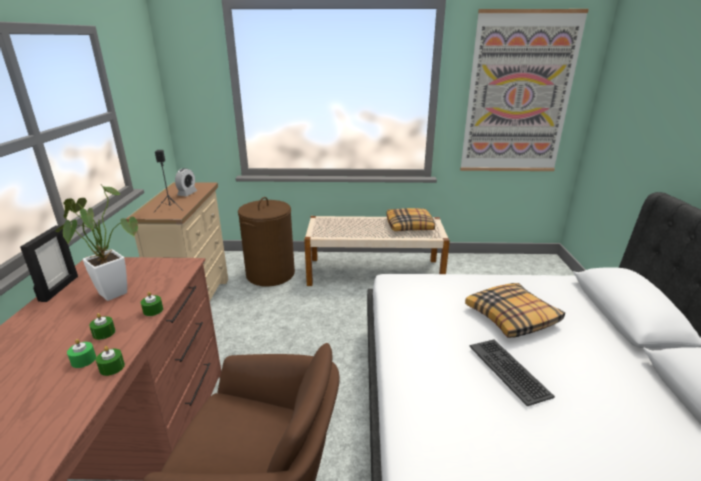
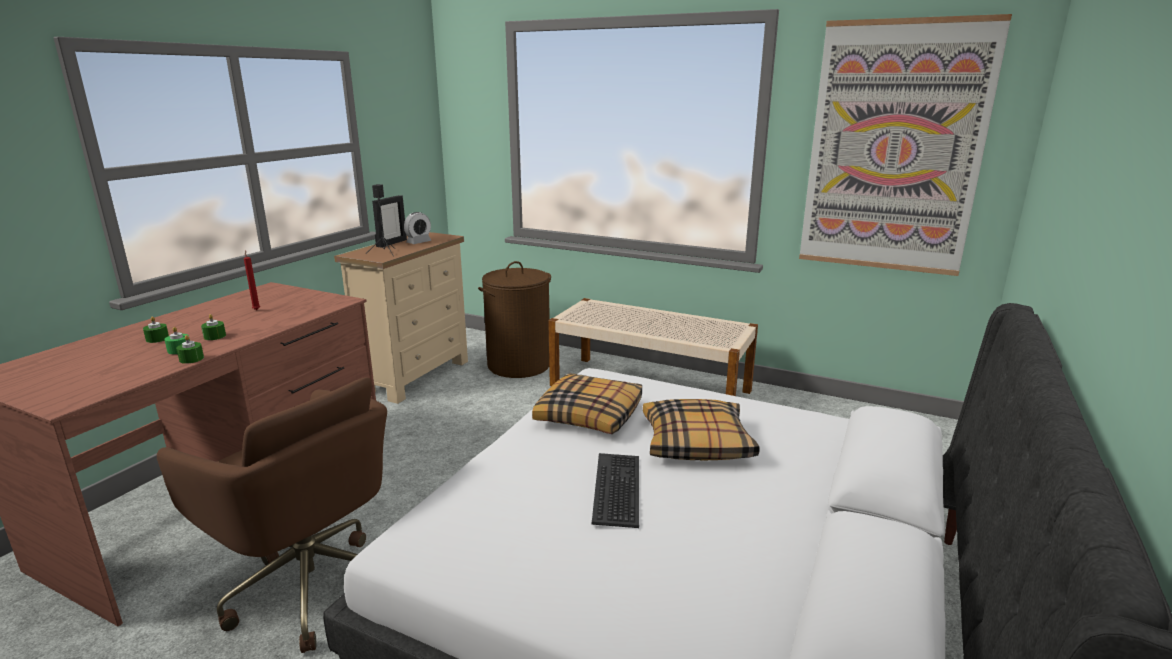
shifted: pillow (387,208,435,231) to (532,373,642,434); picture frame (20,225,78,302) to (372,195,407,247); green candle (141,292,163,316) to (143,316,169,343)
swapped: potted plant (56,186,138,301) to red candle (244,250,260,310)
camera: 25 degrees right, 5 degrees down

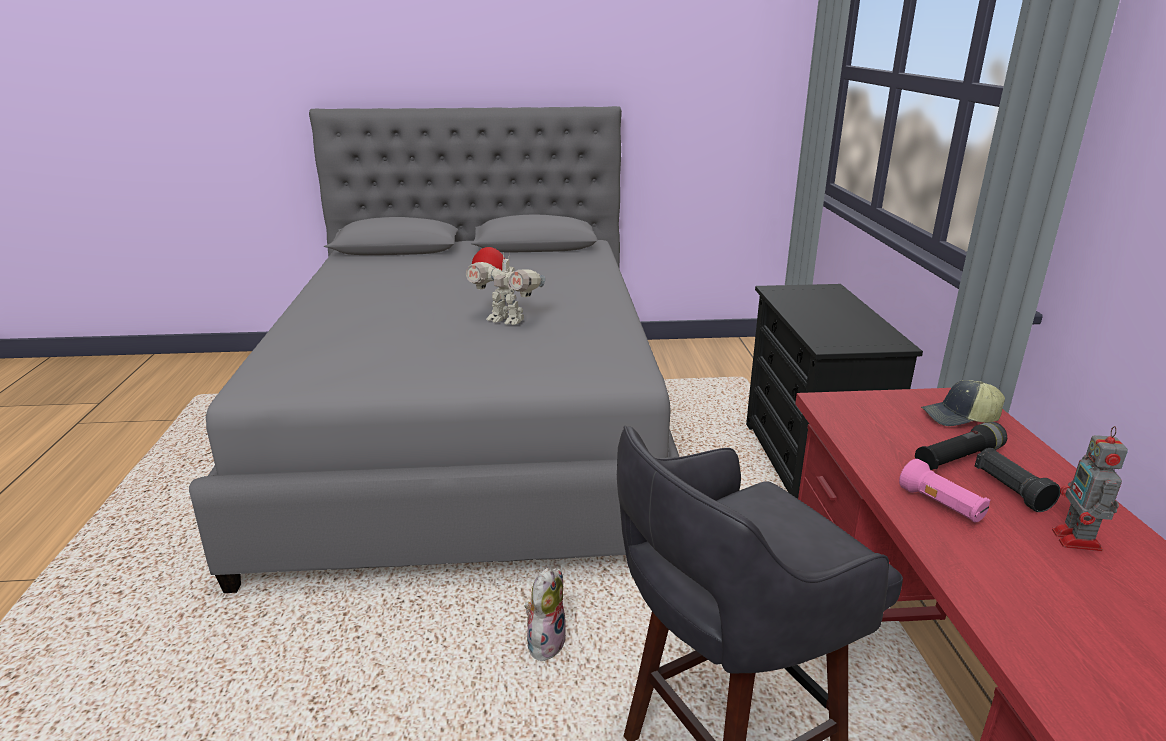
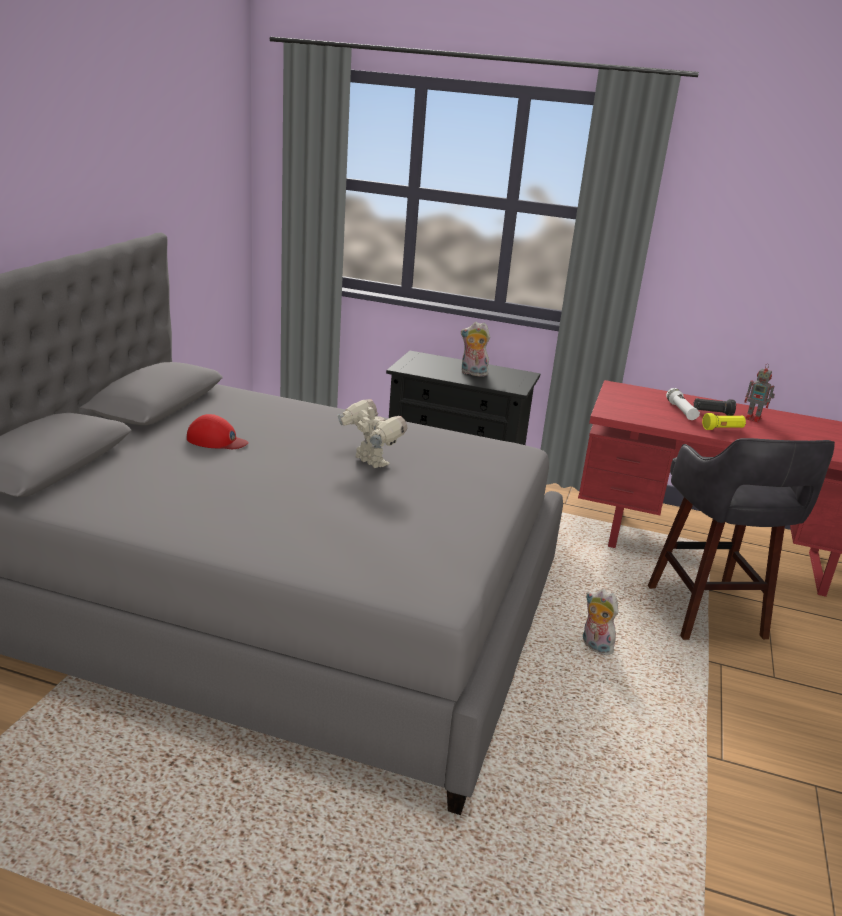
gone: cap (921,380,1005,426)
new: plush toy (461,322,490,377)
repainted: black flashlight (915,422,1007,470) to white flashlight (666,388,700,420); pink flashlight (899,459,990,523) to yellow flashlight (702,413,746,430)
rotated: toy robot (466,252,545,325) = (338,399,407,468) 90 degrees counterclockwise
camera: 70 degrees left, 0 degrees up

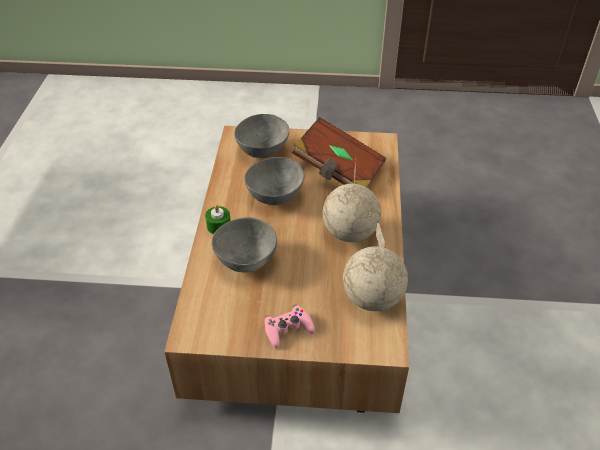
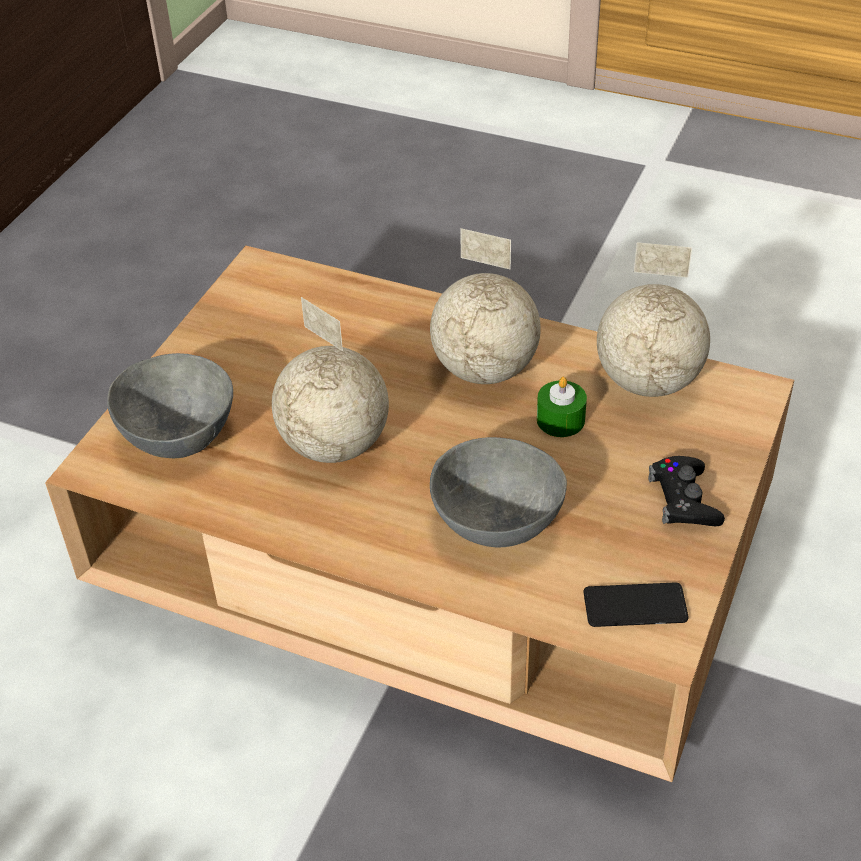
gone: brown book (292,117,387,187)
new: phone (584,582,689,627)
shifted: green candle (205,205,231,234) to (537,377,587,437)
swapped: grey bowl (244,157,304,205) to globe (272,297,389,463)
repainted: pink game controller (265,305,315,348) to black game controller (648,456,725,526)
camera: 70 degrees left, 0 degrees up

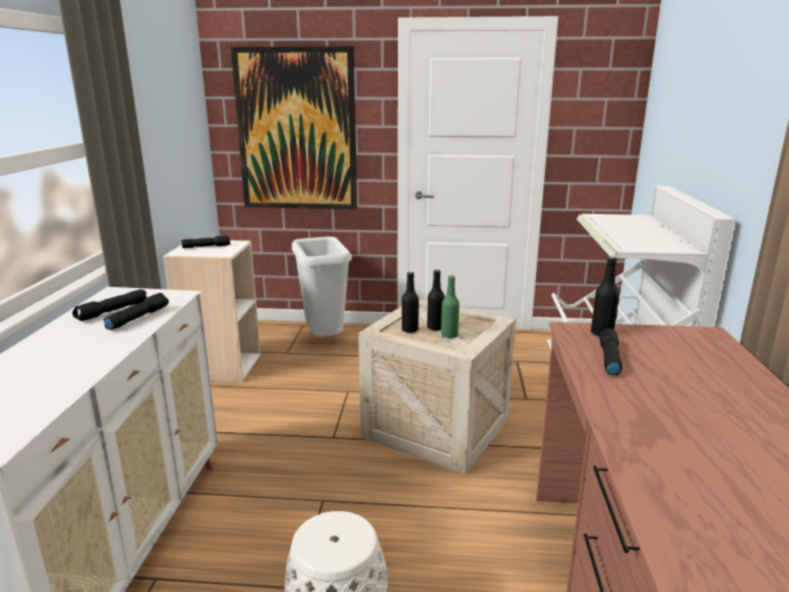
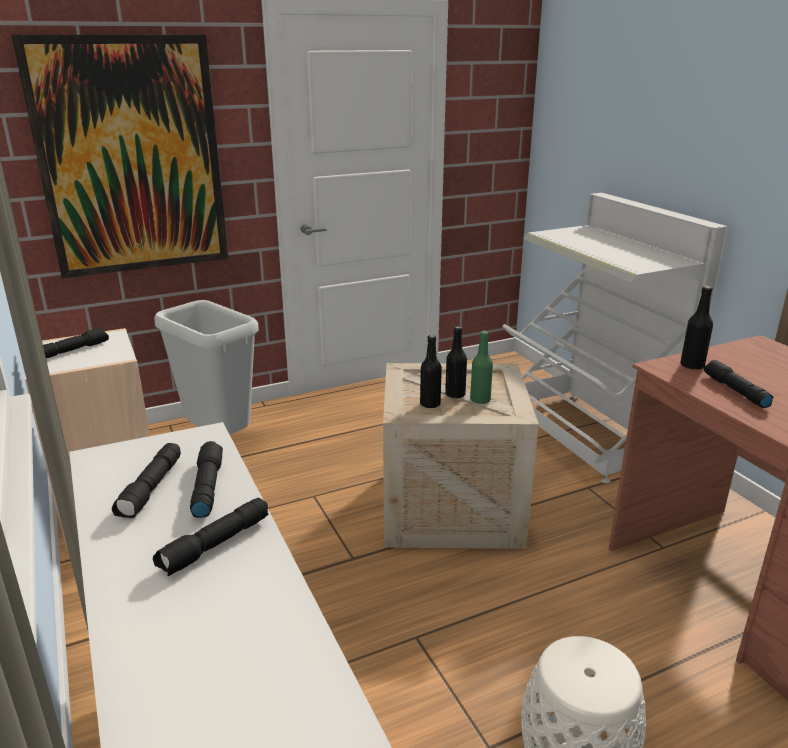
new: black flashlight (153,497,269,576)
camera: 30 degrees left, 5 degrees up

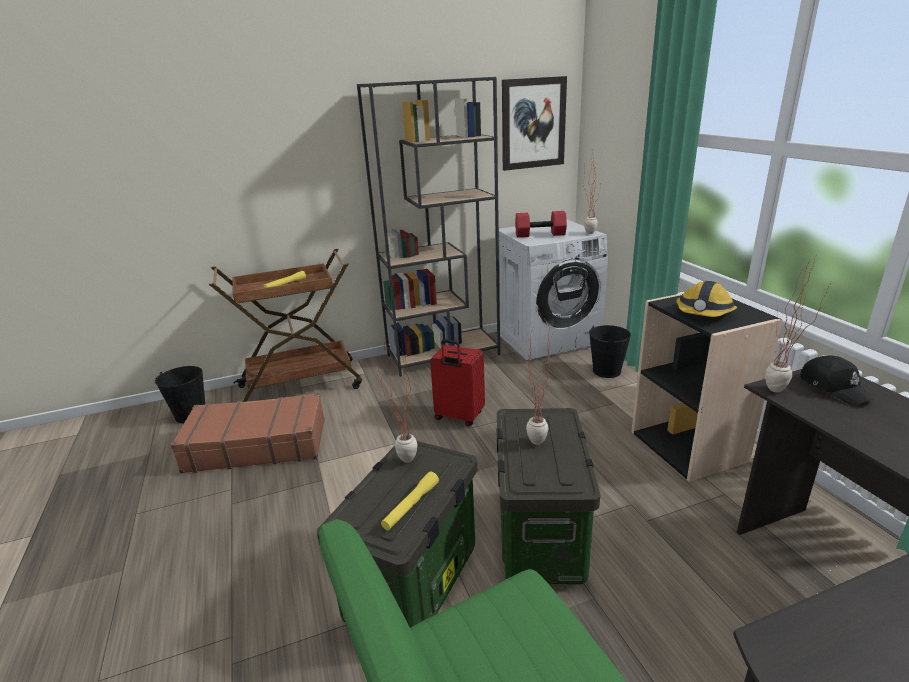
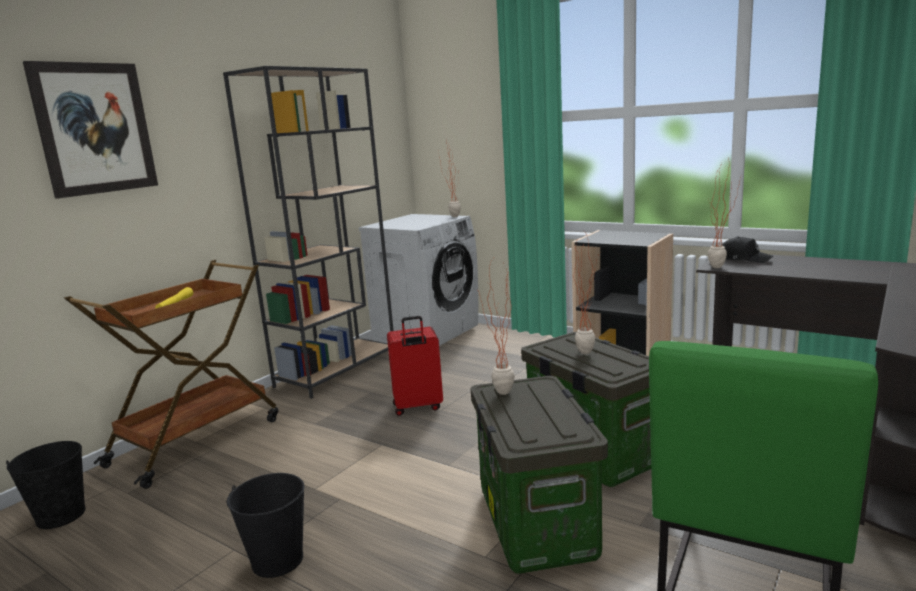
gone: red dumbbell (515,211,567,237); hard hat (676,281,737,317); brown suitcase (171,393,325,474); yellow flashlight (381,472,439,530)
shifted: picture (502,76,567,171) to (23,61,158,199); black bucket (589,325,631,378) to (227,473,305,578)
camera: 35 degrees left, 10 degrees down

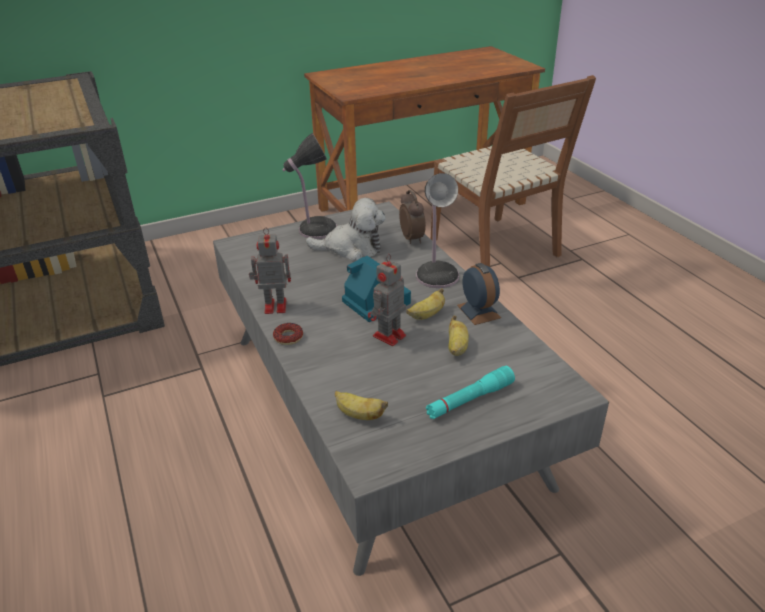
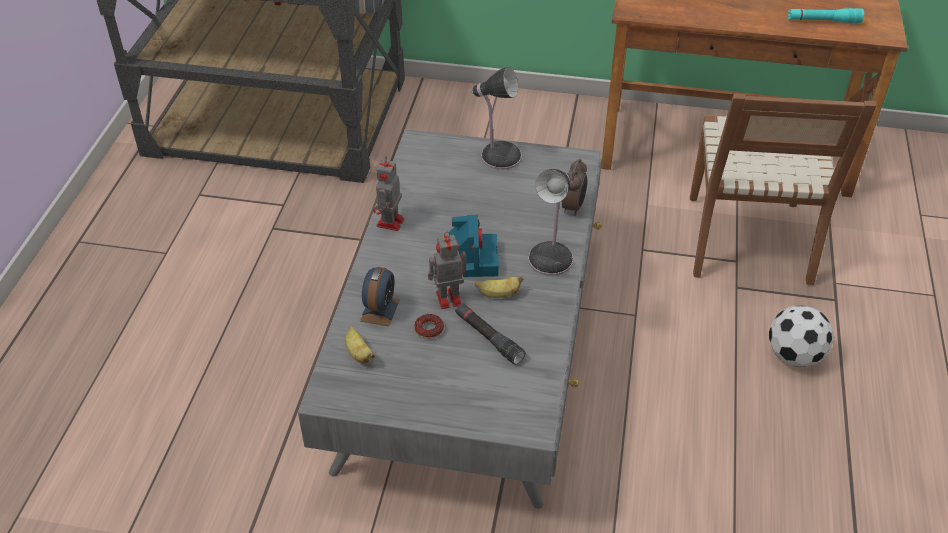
gone: plush toy (306,198,386,261)
new: football (769,305,833,367)
shifted: alarm clock (457,263,501,325) to (360,267,400,326); donut (273,323,303,345) to (414,314,444,339); turquoise flashlight (426,366,515,419) to (788,8,864,23)
swapped: banana (448,315,469,356) to black flashlight (455,303,525,365)
rotated: toy robot (249,227,291,314) = (373,156,404,231) 105 degrees counterclockwise
camera: 35 degrees right, 10 degrees up

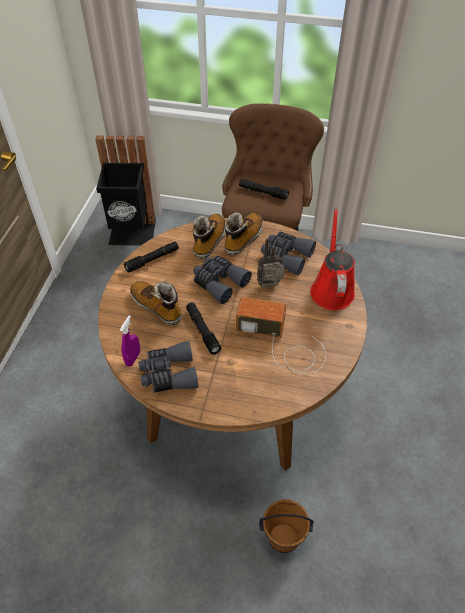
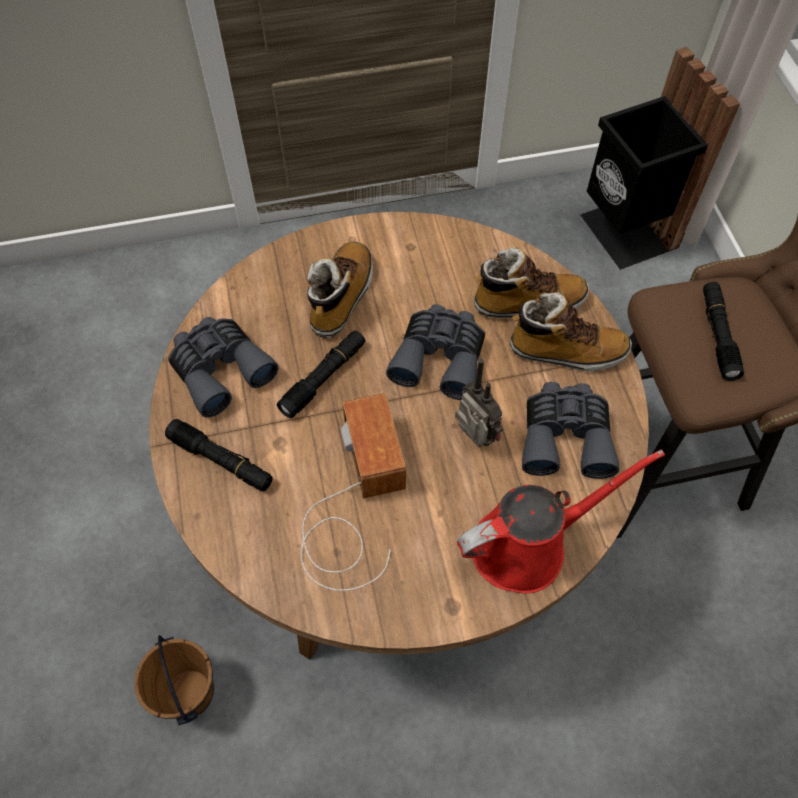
gone: purple spray bottle (120,315,140,367)
shifted: black flashlight (124,242,179,272) to (165,419,273,491)
camera: 65 degrees right, 10 degrees up

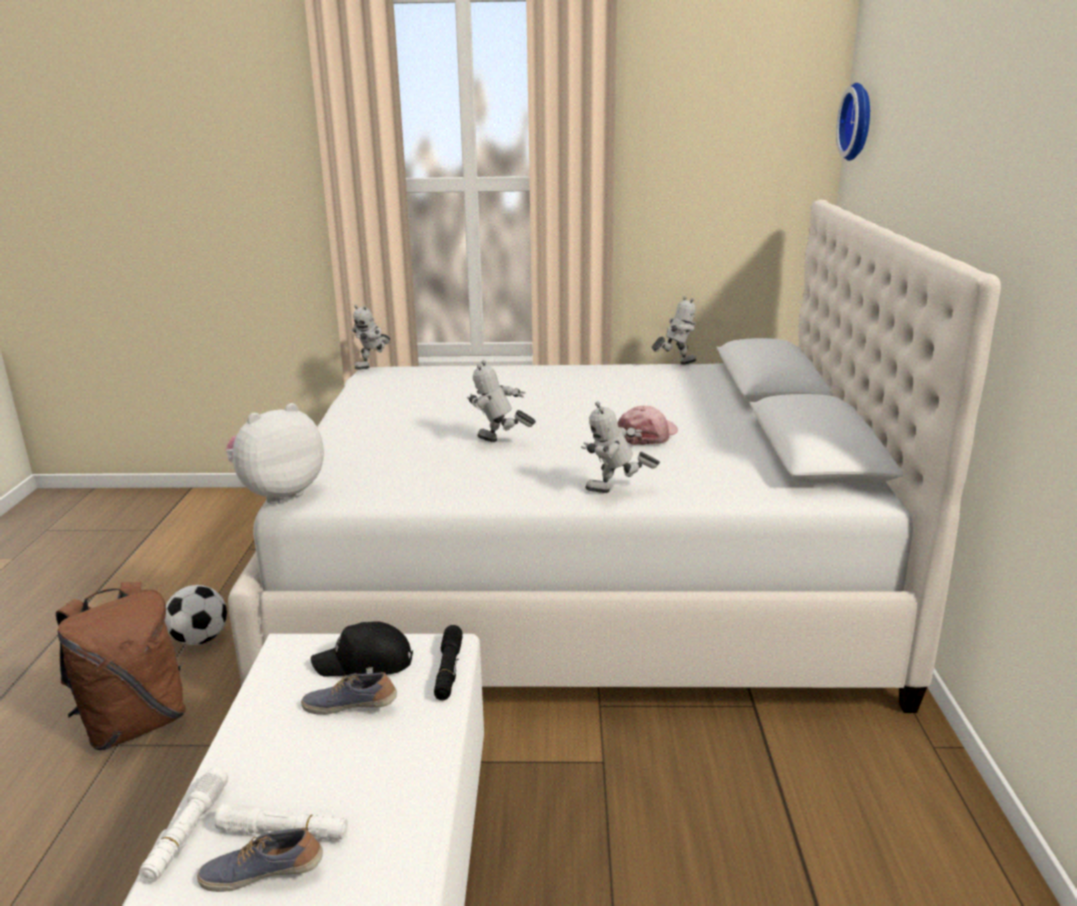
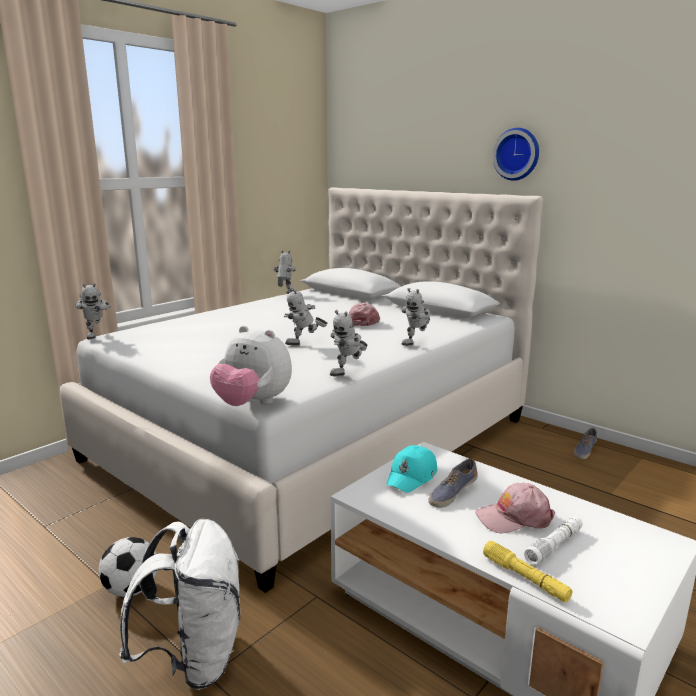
gone: black flashlight (434,625,463,700)
new: toy robot (330,310,367,376); pink cap (475,483,555,534)
shifted: wall clock (836,83,870,161) to (492,128,539,181); shoe (197,828,323,892) to (574,428,597,459)
repainted: brown backpack (56,581,186,750) to white backpack (119,519,241,690); black cap (311,621,413,676) to turquoise cap (386,445,437,493); white flashlight (139,767,228,882) to yellow flashlight (483,541,572,602)
rotated: plush toy (226,403,324,504) = (210,326,292,406) 60 degrees counterclockwise
camera: 50 degrees left, 5 degrees down

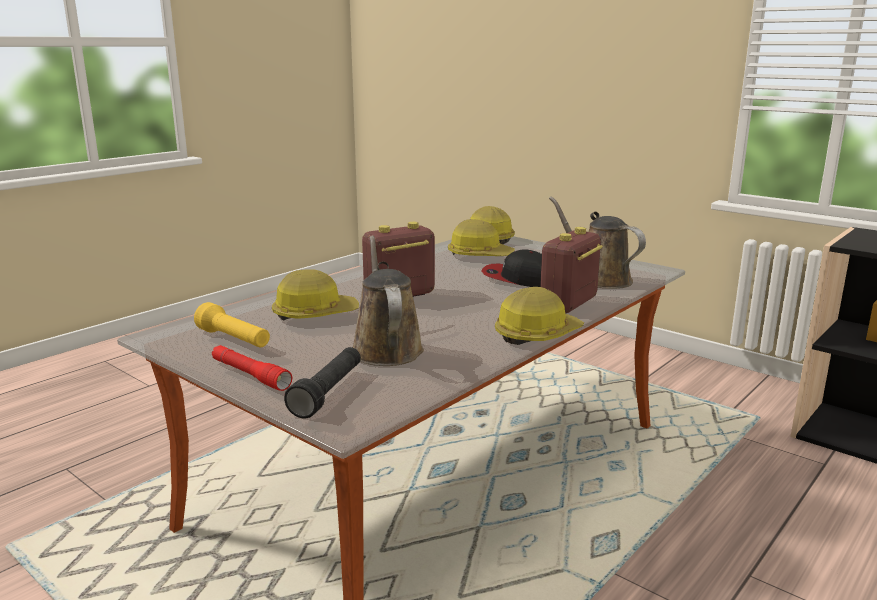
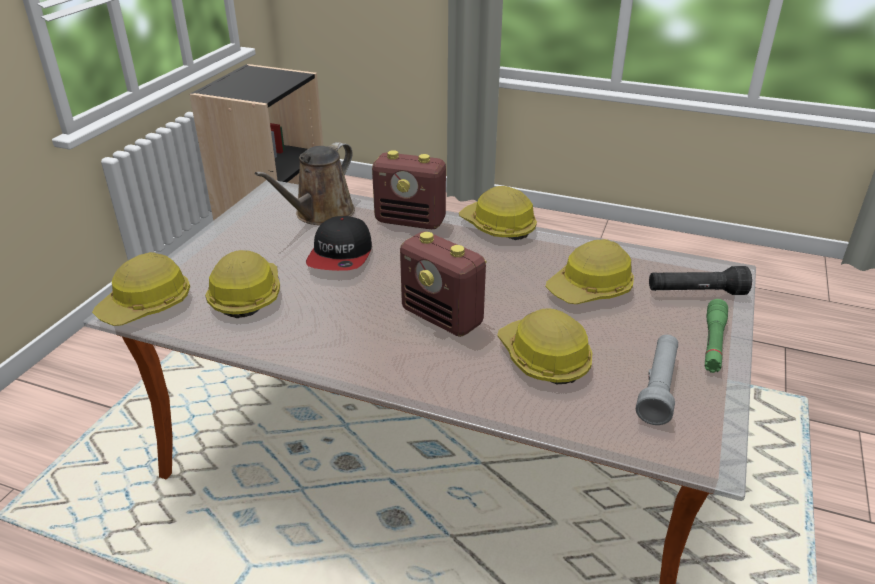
swapped: brown watering can (352,235,424,366) to hard hat (545,239,634,304)
repainted: yellow flashlight (194,302,270,347) to grey flashlight (636,335,678,425); red flashlight (212,346,292,391) to green flashlight (705,299,728,373)
camera: 110 degrees left, 15 degrees up

